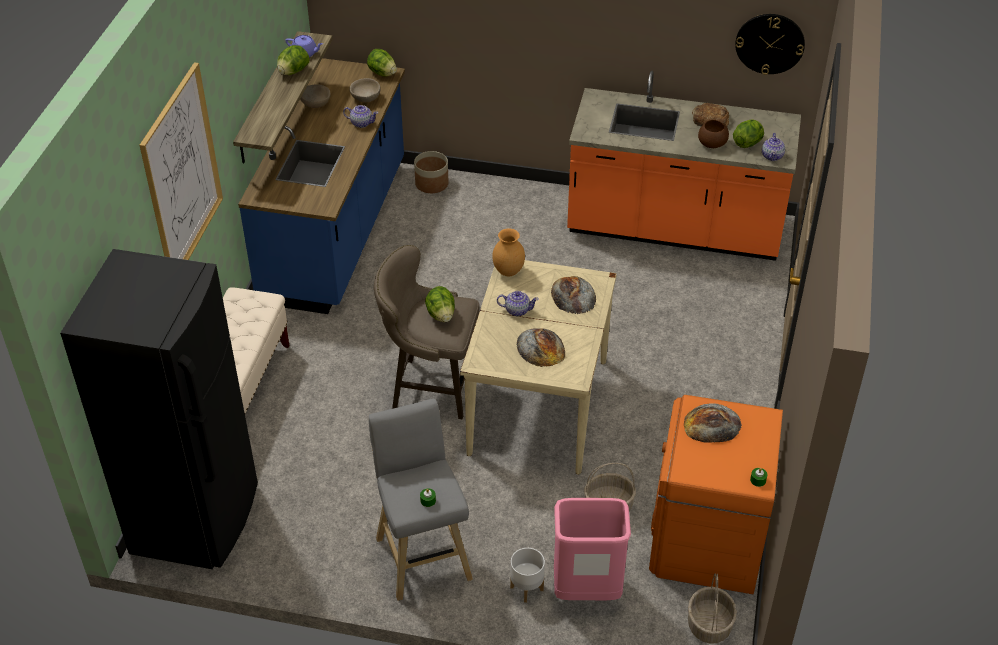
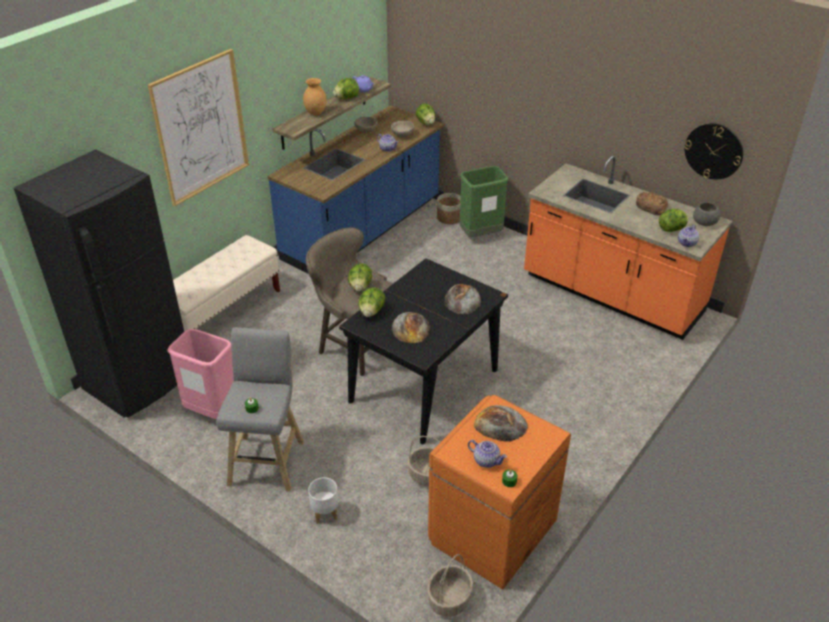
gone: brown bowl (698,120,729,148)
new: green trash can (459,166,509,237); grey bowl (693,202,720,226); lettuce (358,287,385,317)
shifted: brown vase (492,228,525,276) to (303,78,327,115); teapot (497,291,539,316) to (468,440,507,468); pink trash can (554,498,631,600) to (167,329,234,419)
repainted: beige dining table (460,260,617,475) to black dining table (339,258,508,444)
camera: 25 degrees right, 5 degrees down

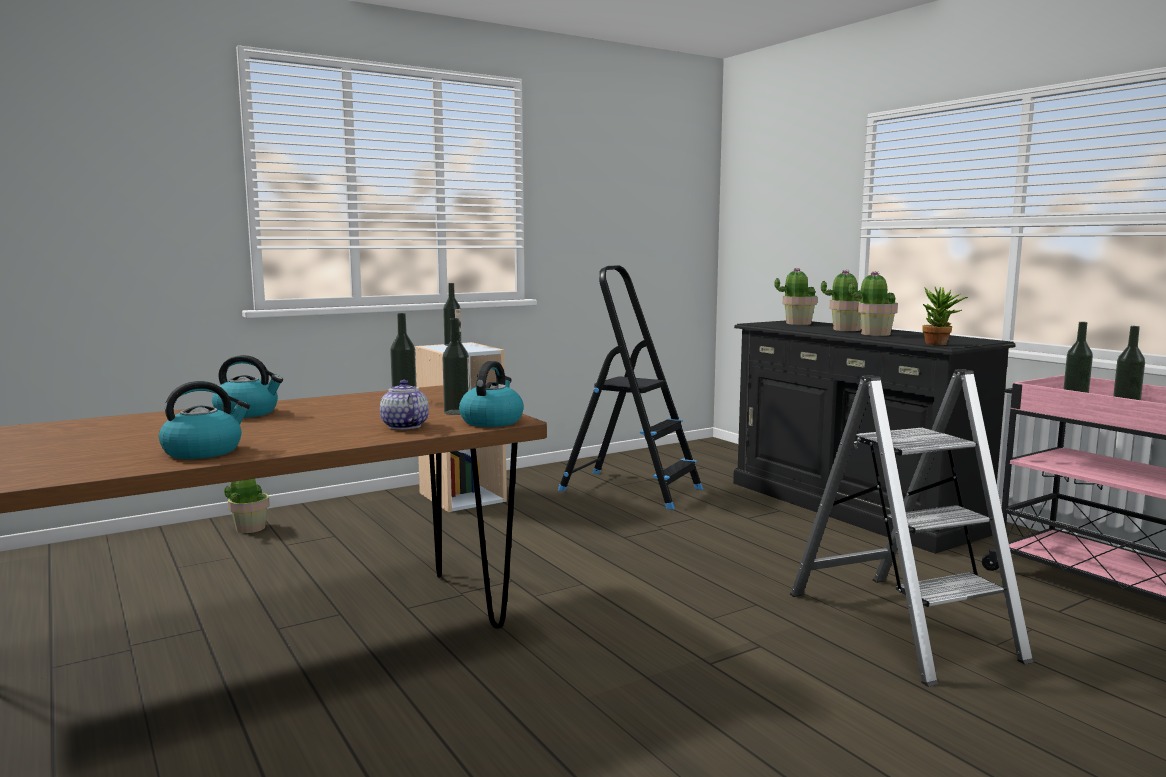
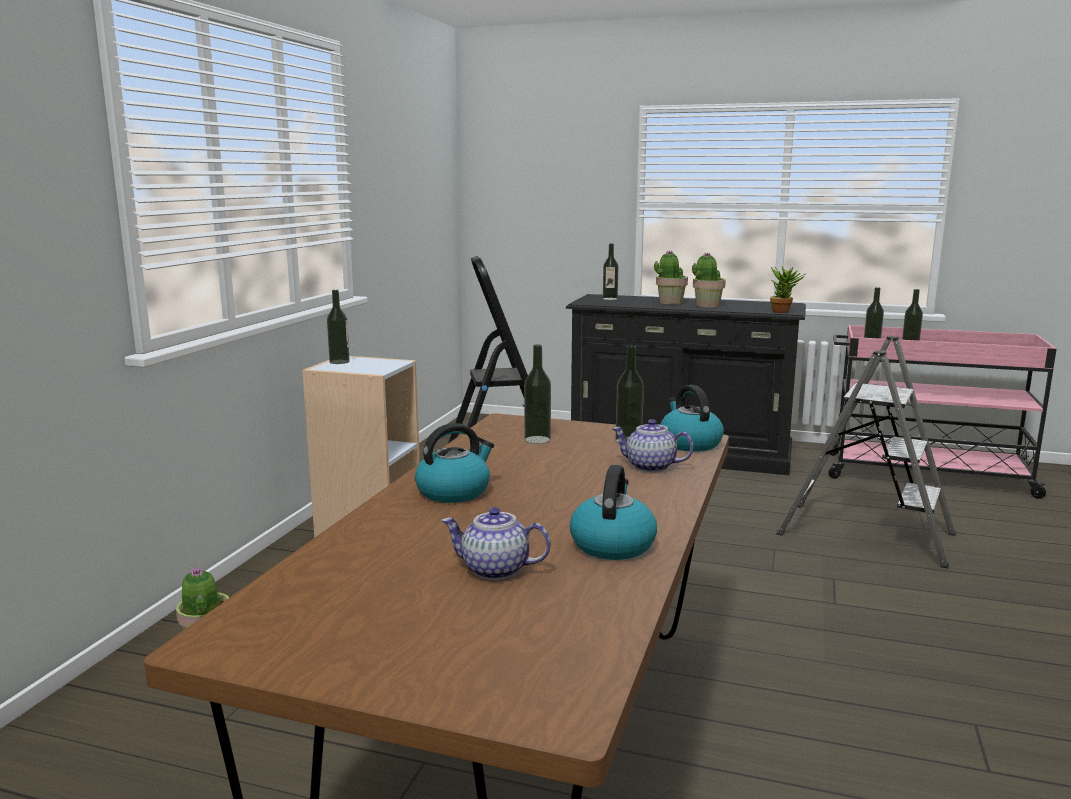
new: teapot (441,507,551,580)
swapped: potted plant (774,268,817,325) to bottle (603,243,618,300)
camera: 40 degrees left, 5 degrees up

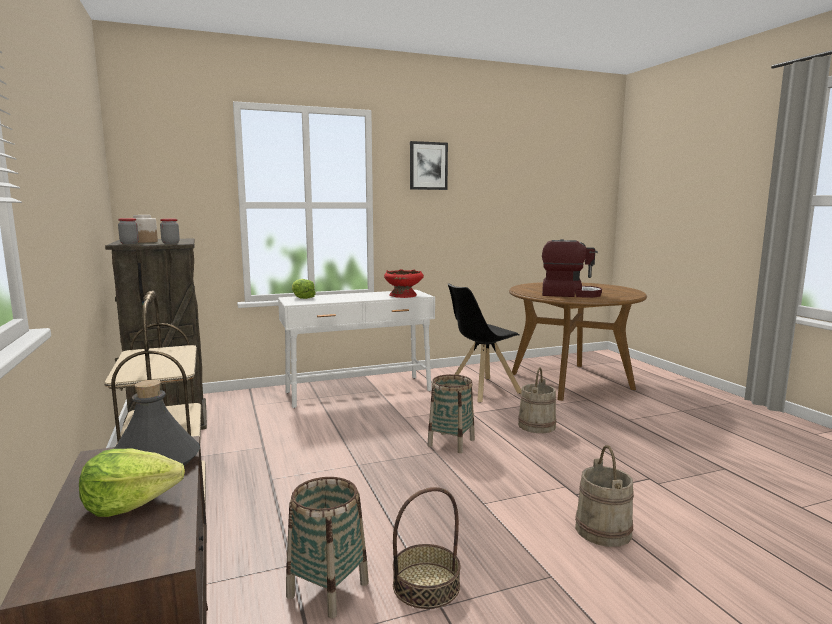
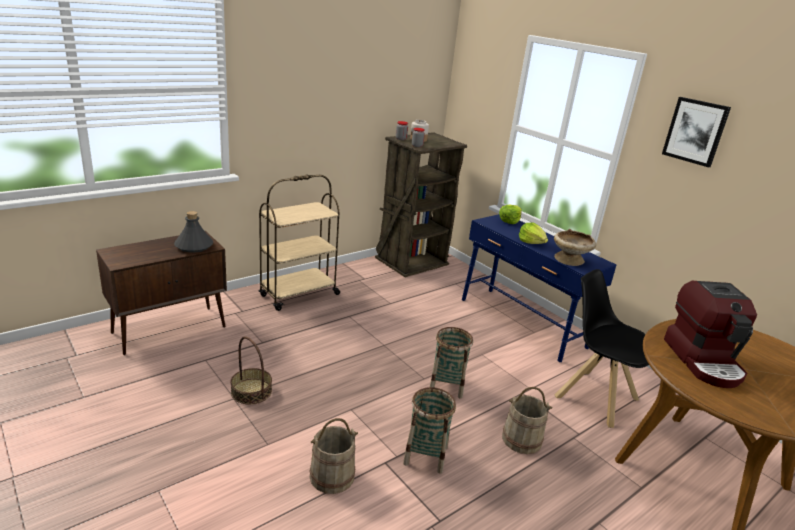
shifted: lettuce (79,449,185,517) to (519,223,548,244); basket (286,477,369,618) to (403,387,456,474)
repainted: red bowl (384,269,424,298) to beige bowl (554,229,596,266); white console table (278,290,435,408) to blue console table (462,214,617,362)
camera: 70 degrees right, 15 degrees up

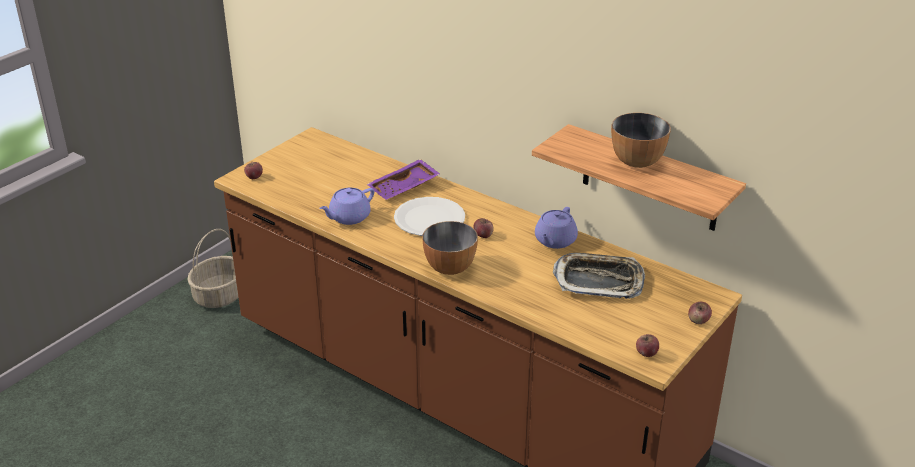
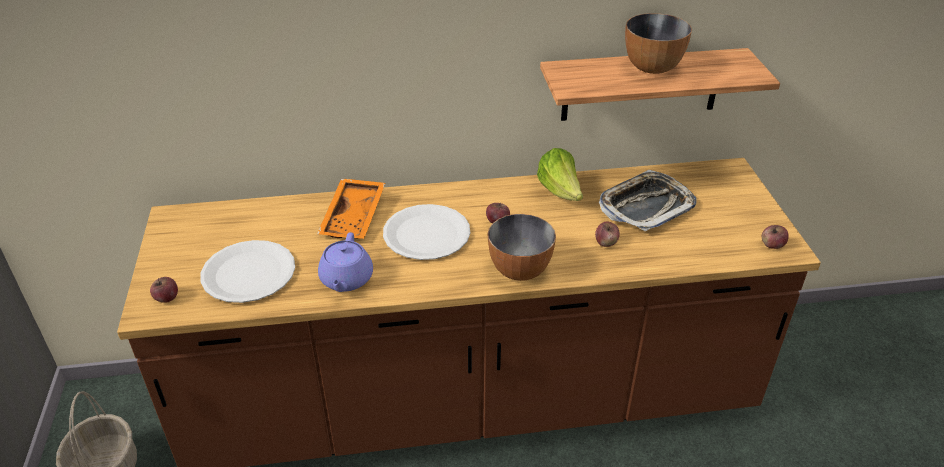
new: white plate (200,240,295,303)
shifted: apple (688,302,712,324) to (595,222,620,247)
swapped: purple teapot (535,207,578,249) to lettuce (537,148,583,201)
repainted: purple tray (367,159,440,200) to orange tray (317,178,385,239)
camera: 45 degrees left, 5 degrees up

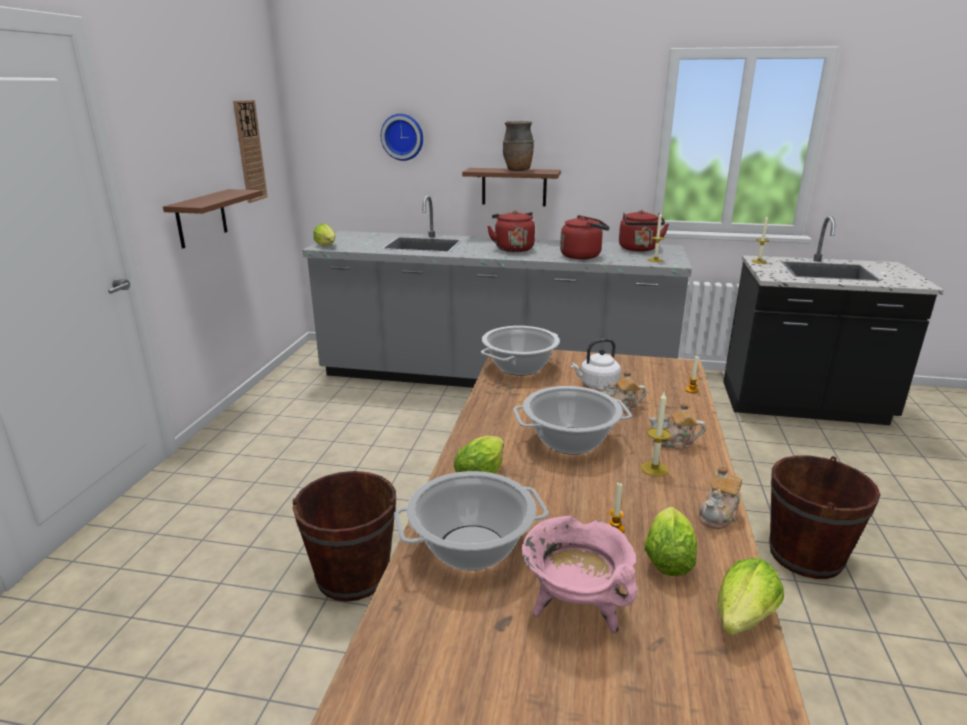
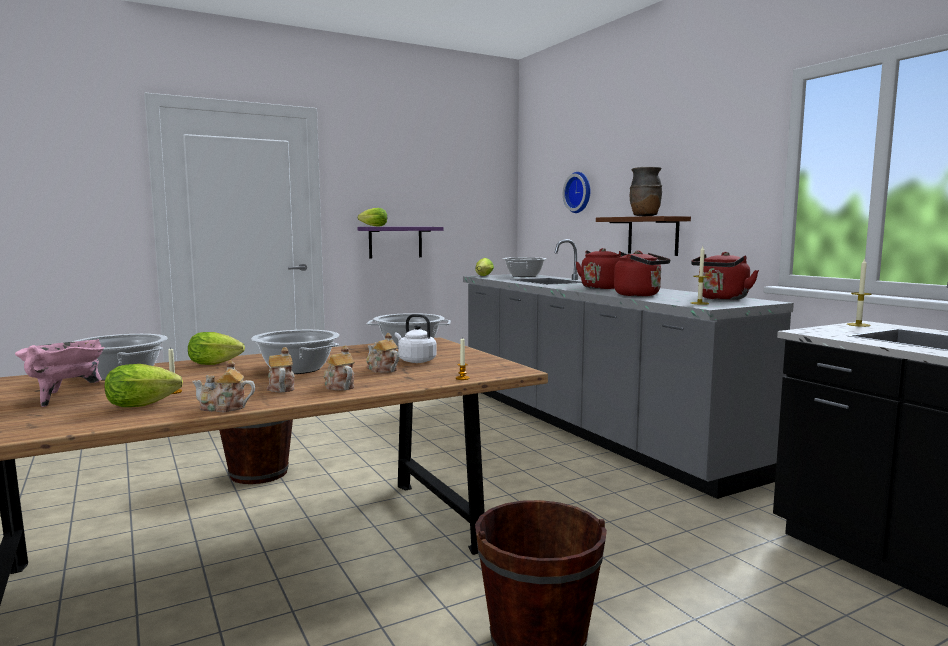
gone: wall clock (233,100,268,203)
new: cooking pot (502,257,547,277)
shifted: lettuce (717,558,784,635) to (358,208,387,227)
swapped: candle (641,392,671,476) to teapot (267,347,295,392)
repainted: brown shelf (163,189,263,249) to purple shelf (357,227,444,259)
camera: 50 degrees right, 15 degrees down

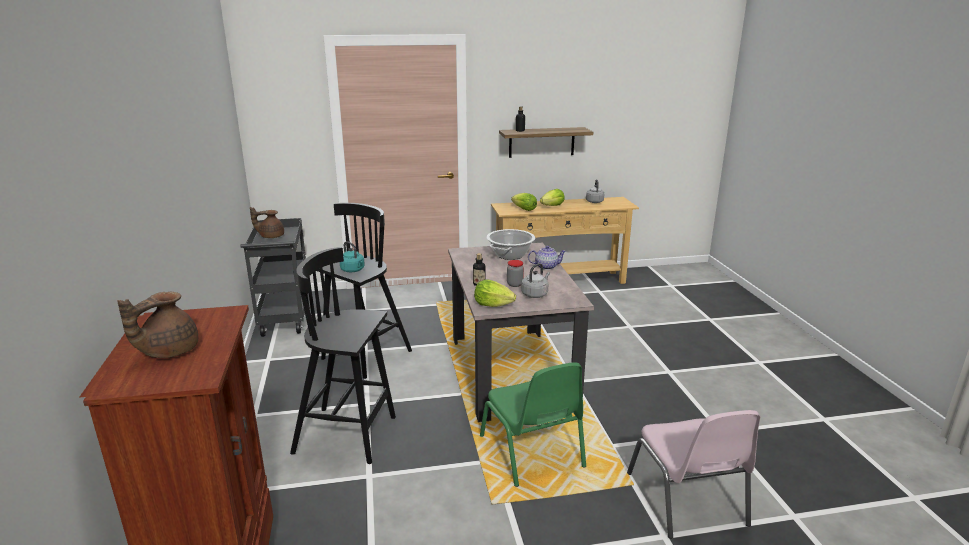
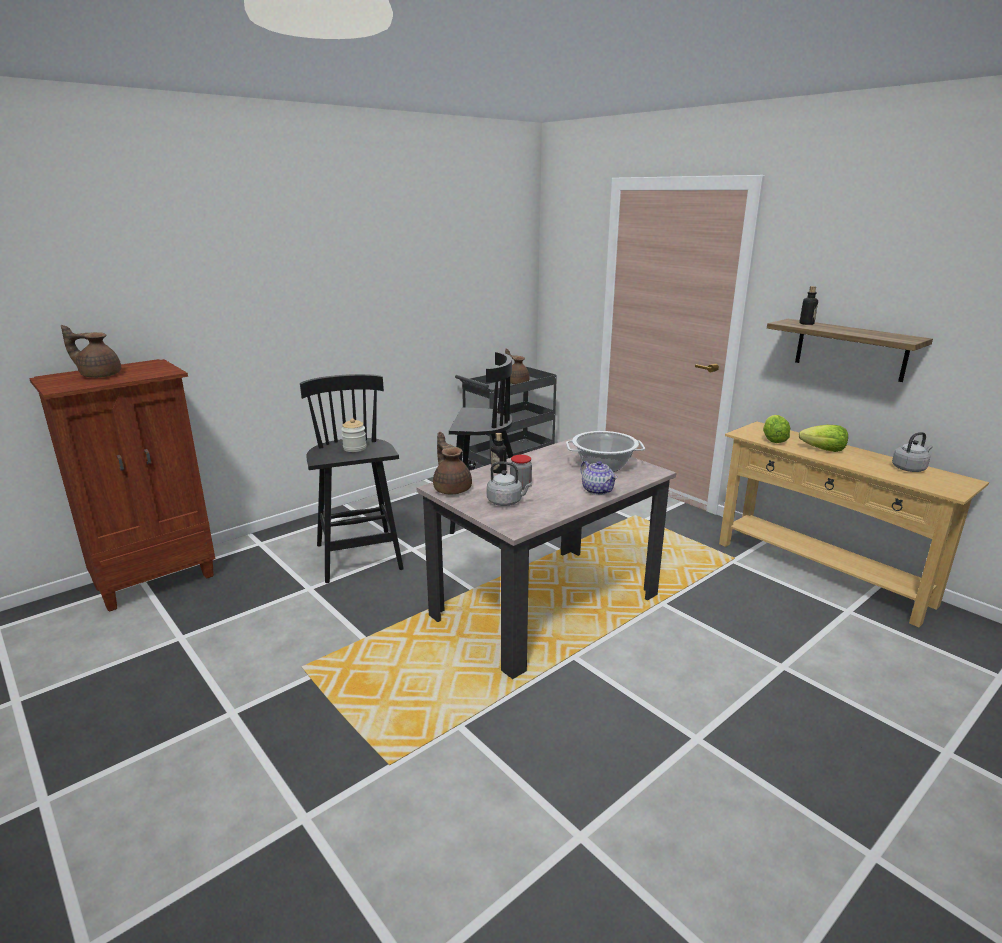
gone: turquoise kettle (340,241,365,272); green chair (480,362,586,487); pink chair (627,410,761,539)
new: jar (341,418,367,452)
swapped: lettuce (474,279,516,307) to brown teapot (433,432,472,494)
camera: 60 degrees right, 0 degrees up

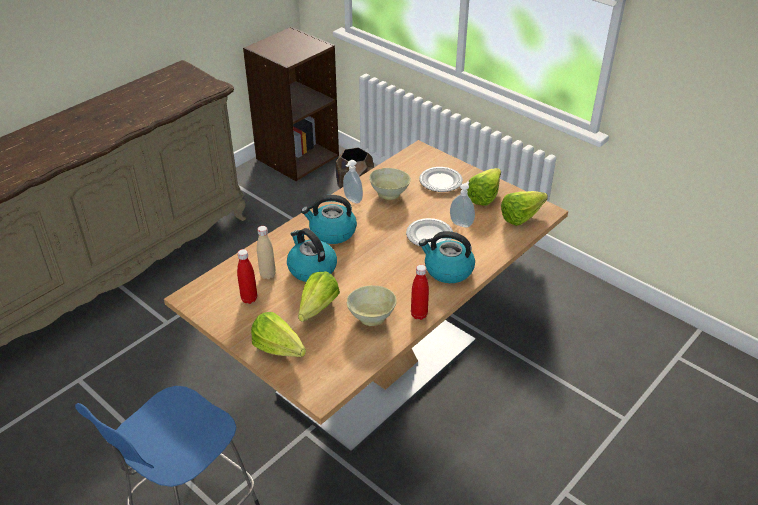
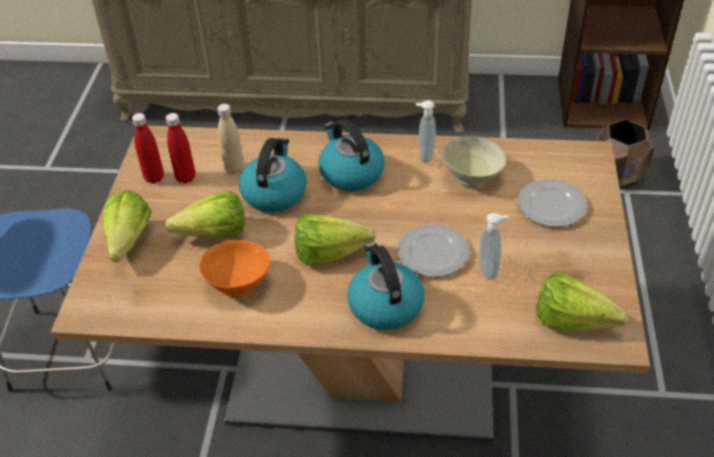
shifted: lettuce (467,168,501,206) to (295,214,376,265); red bottle (411,265,429,320) to (132,113,164,183)
repainted: beige bowl (347,285,397,326) to orange bowl (199,240,270,298)
camera: 55 degrees right, 5 degrees up

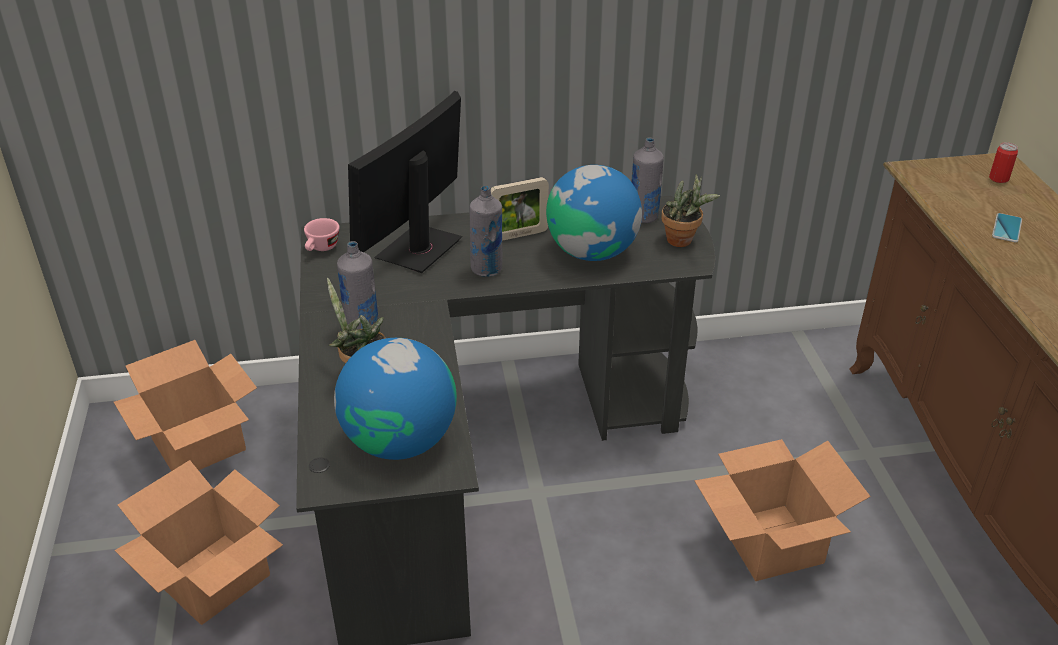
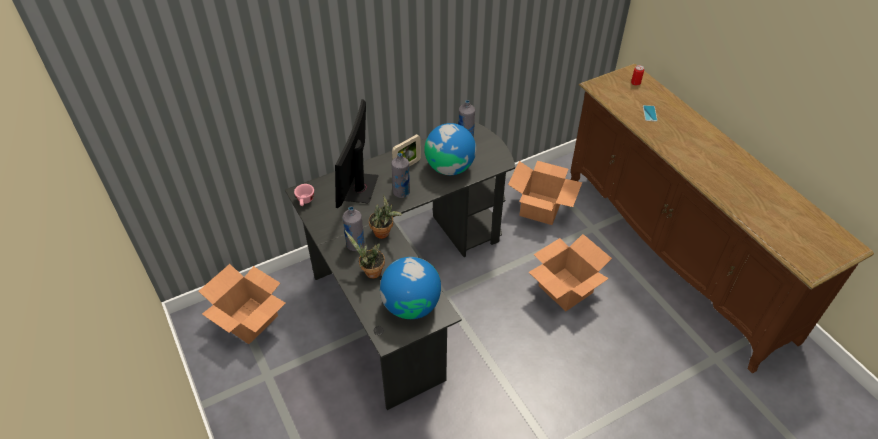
shifted: potted plant (661,174,720,247) to (369,195,403,239); cardboard box (115,460,283,625) to (508,161,582,225)
camera: 20 degrees left, 10 degrees up

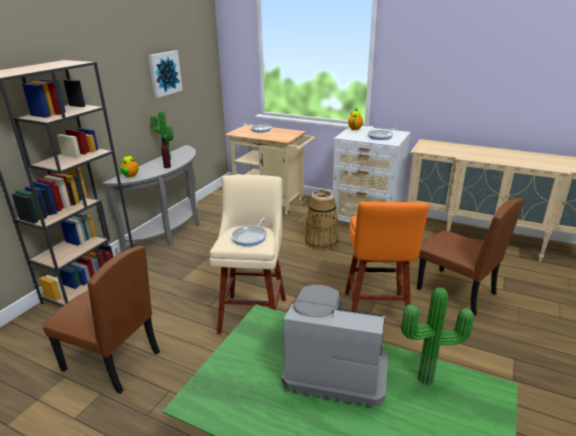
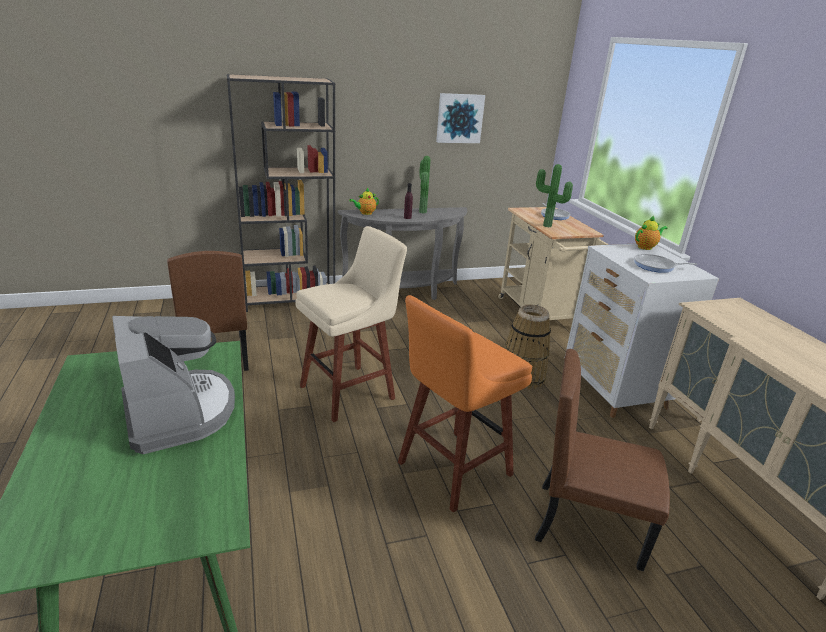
gone: frying pan (231,218,267,246)
shifted: potted plant (401,287,474,385) to (536,164,573,227)
rotated: brown chair (417,198,524,316) = (535,349,670,571) 105 degrees clockwise
camera: 45 degrees right, 0 degrees up

